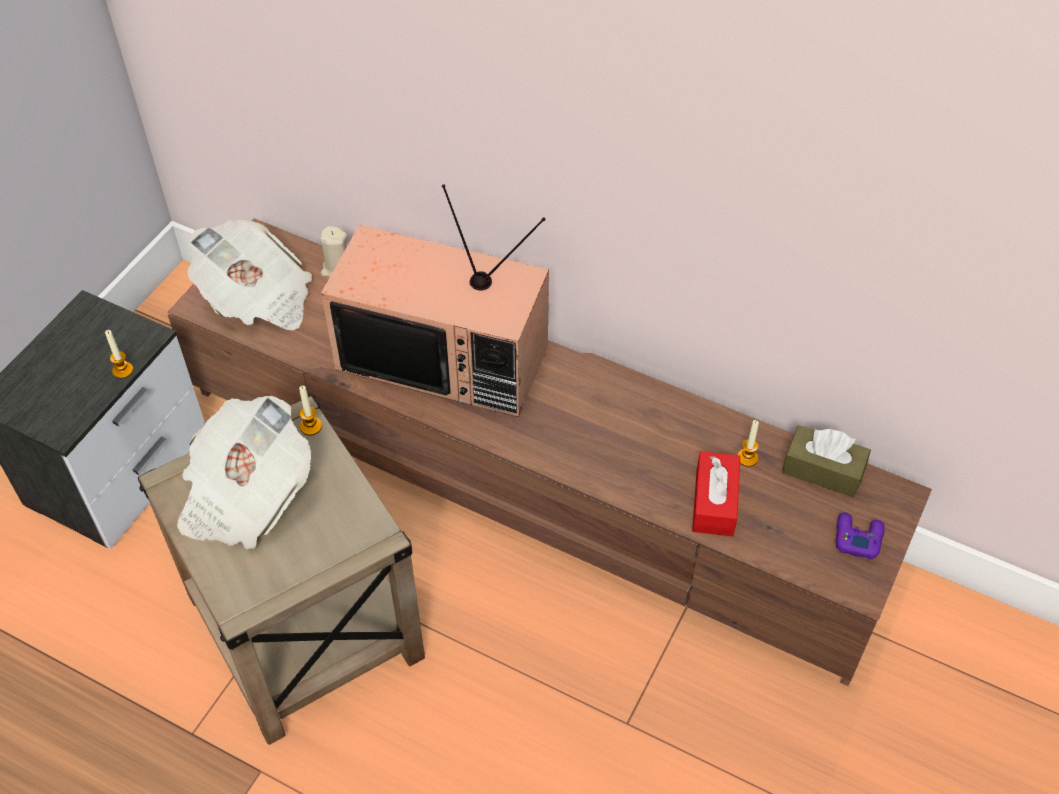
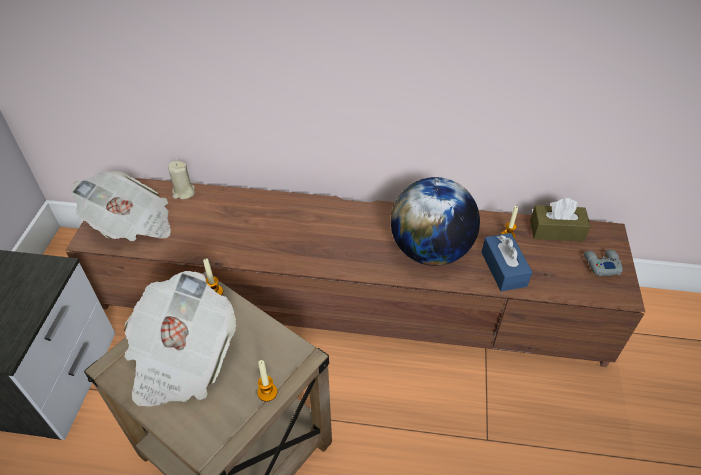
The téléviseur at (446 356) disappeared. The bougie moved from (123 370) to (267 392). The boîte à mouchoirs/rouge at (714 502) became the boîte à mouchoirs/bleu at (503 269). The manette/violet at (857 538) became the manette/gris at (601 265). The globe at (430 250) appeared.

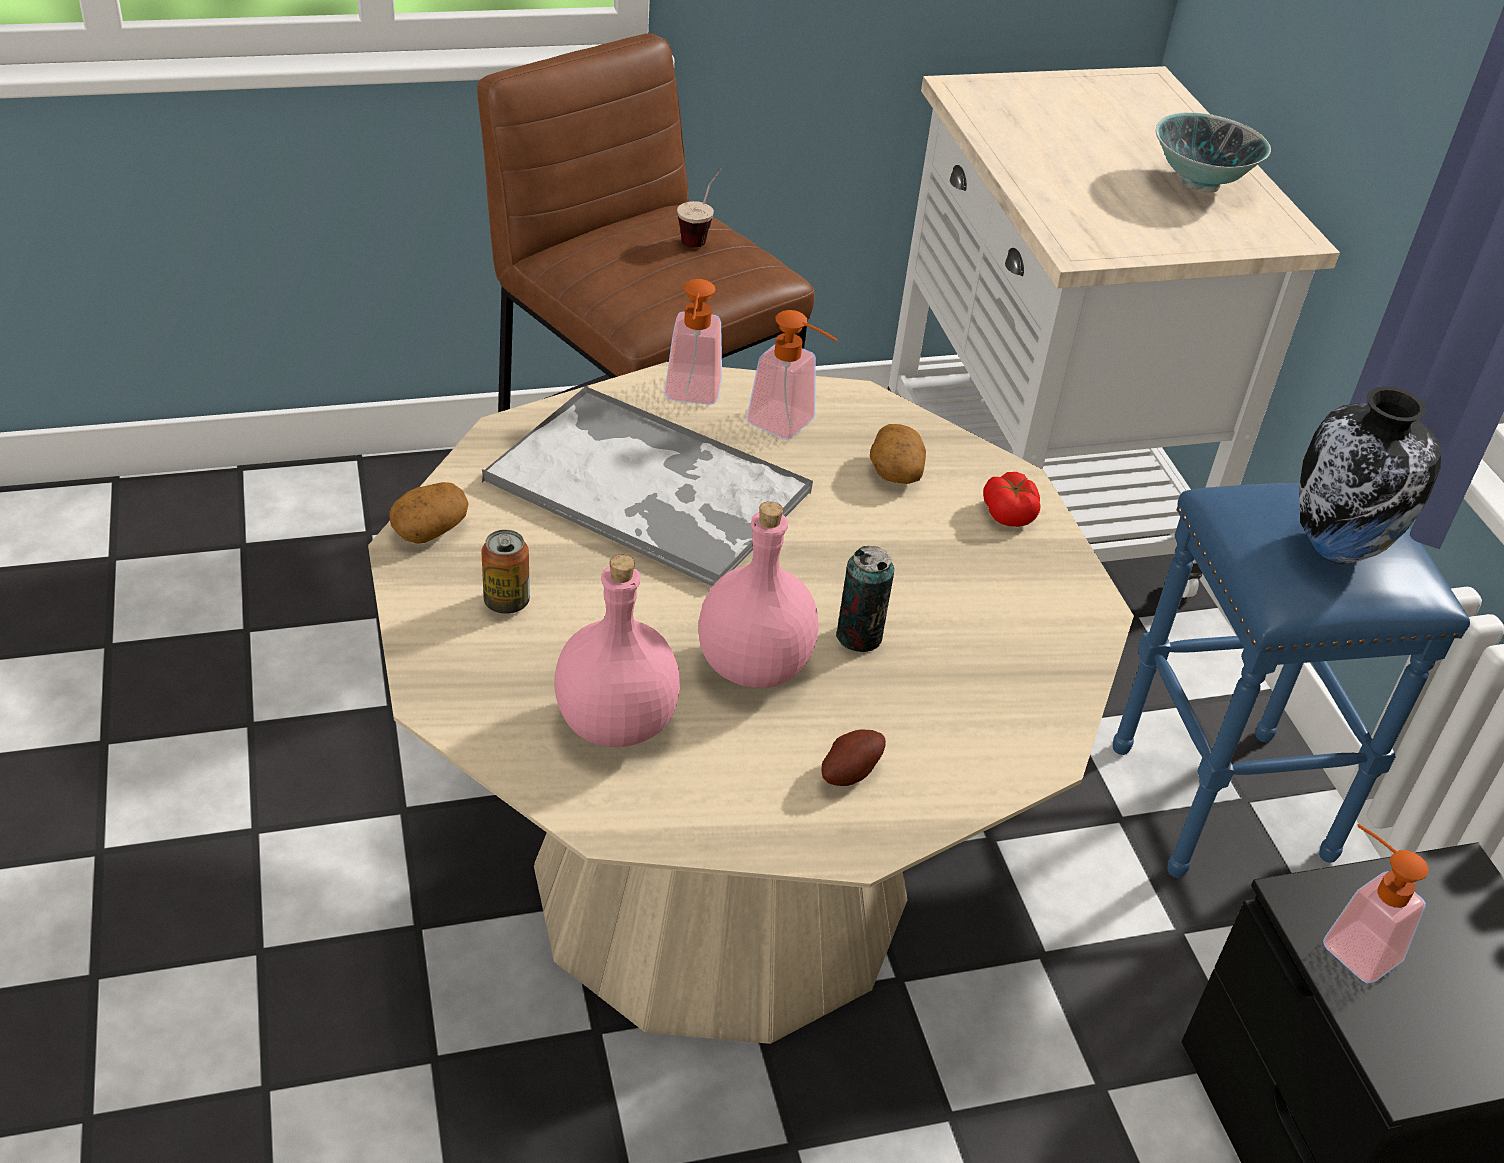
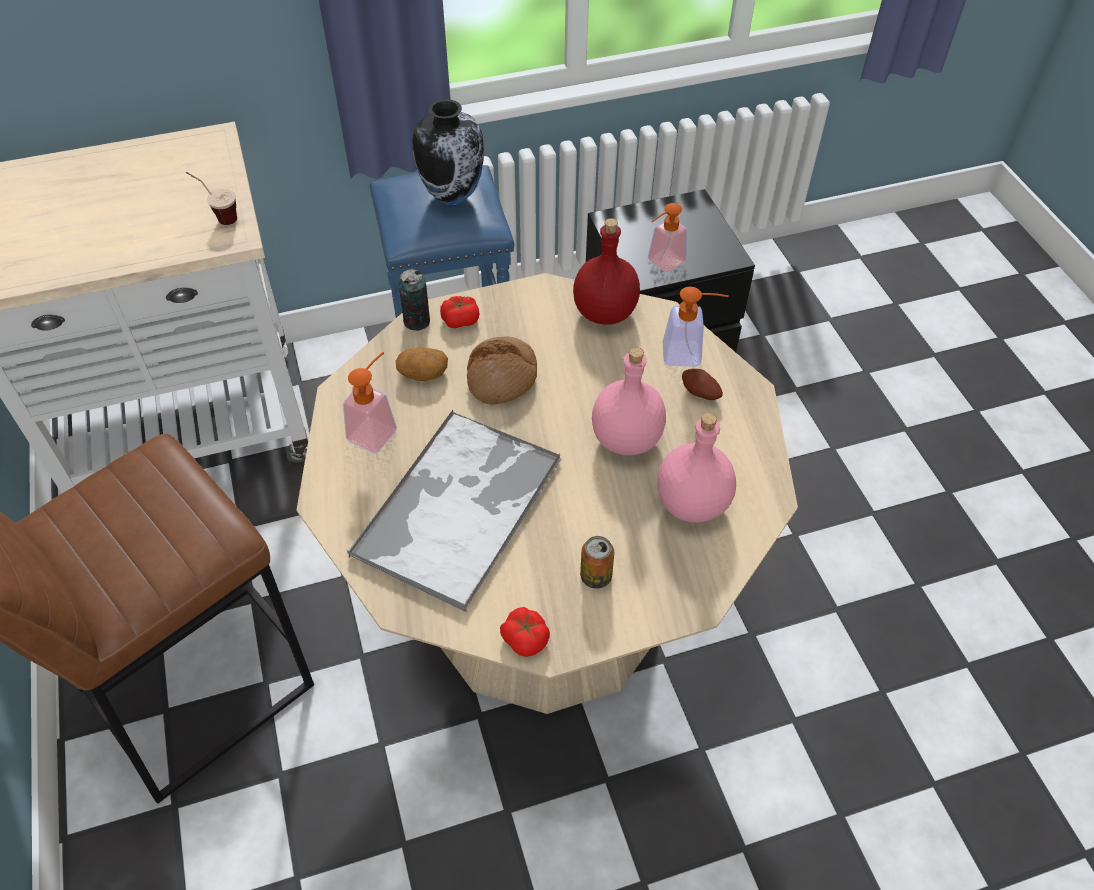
The bol at (1199 184) disappeared. The tasse moved from (701 236) to (218 216). The distributeur de savon moved from (691 396) to (689 354). The pomme de terre at (430 528) was replaced by the tomate at (525 638). The boîte métallique moved from (859 636) to (417 321). The bouteille/rouge at (605 312) appeared. The pain at (502 377) appeared.

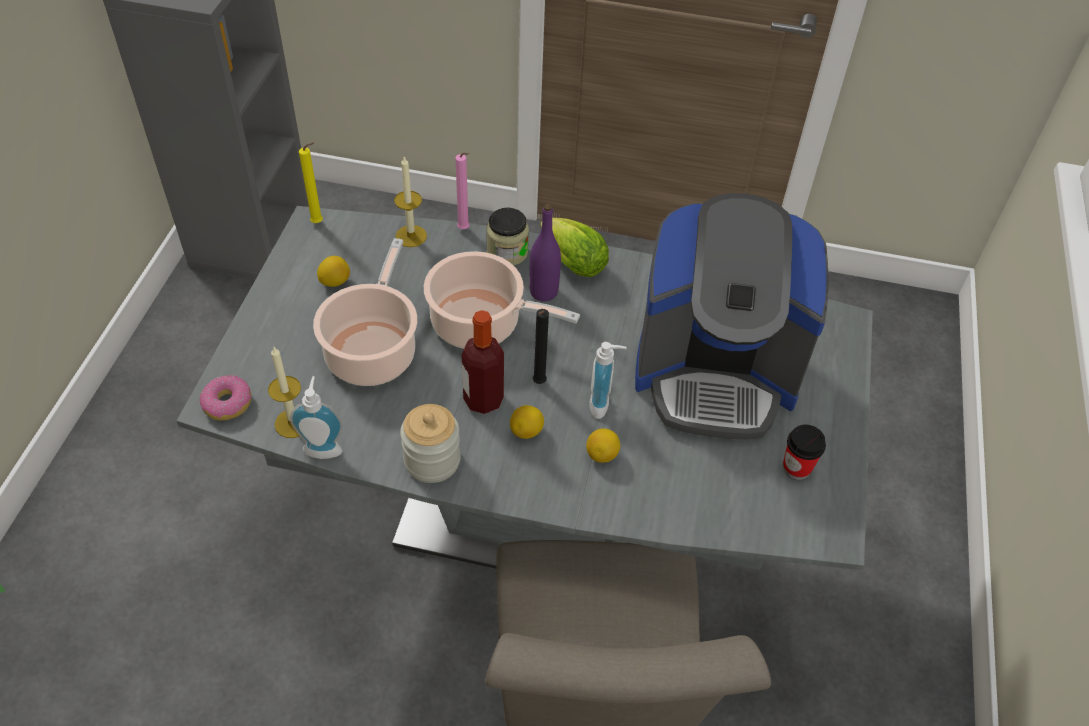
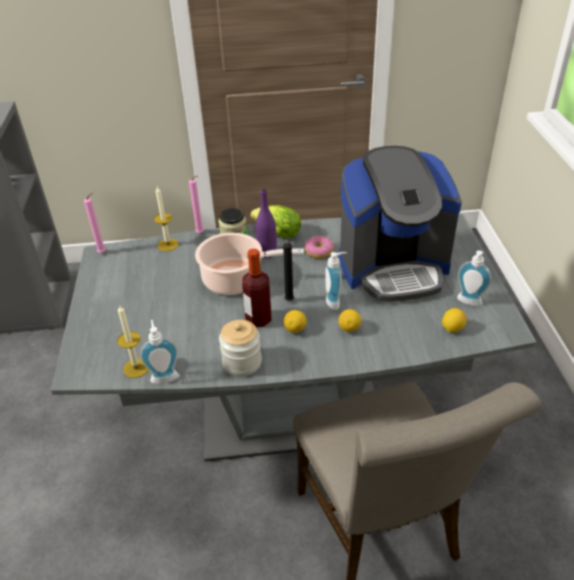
The bougie/jaune at (319 223) became the bougie/rose at (103 252). The marmite at (373 350) disappeared. The citron moved from (335 282) to (452 328). The beignet moved from (227 403) to (318 251). The tasse at (796 468) was replaced by the distributeur de savon at (468 302).

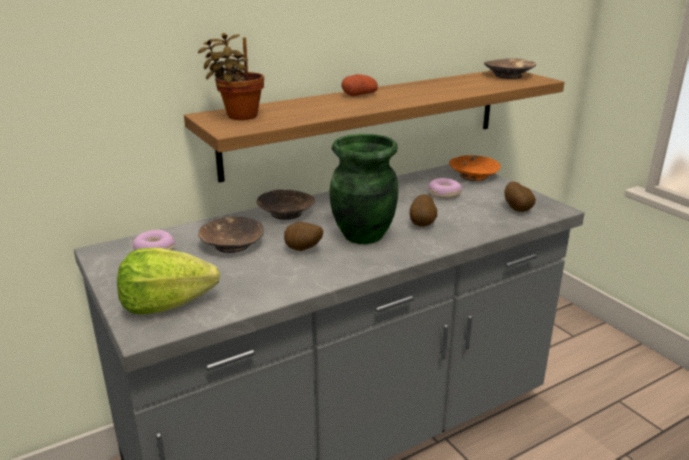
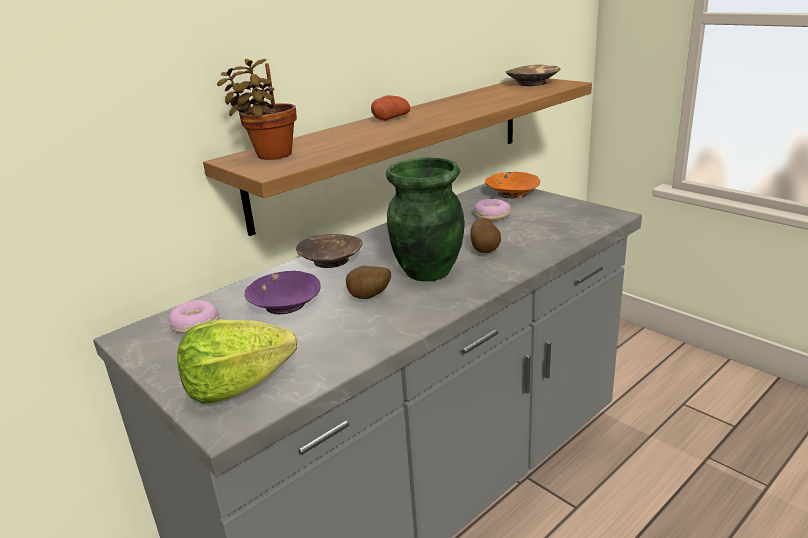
The pomme de terre at (518 209) disappeared. The bol/marron at (231 244) became the bol/violet at (284 304).

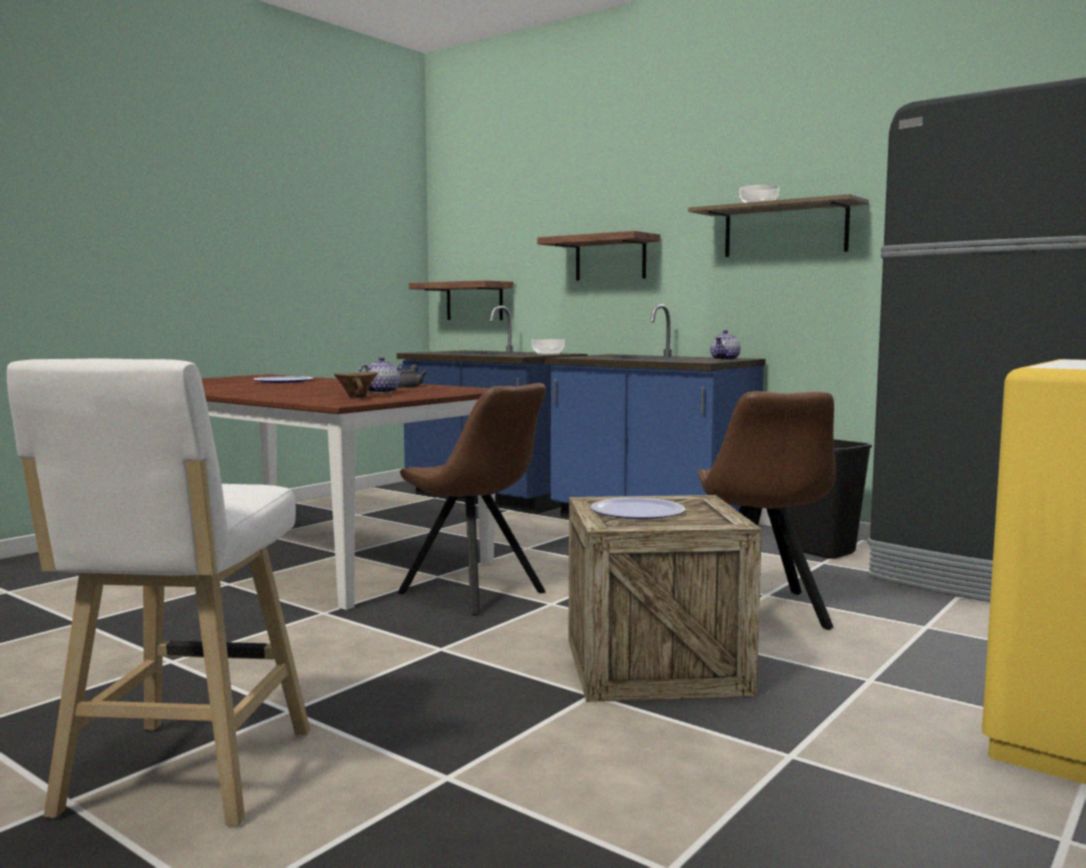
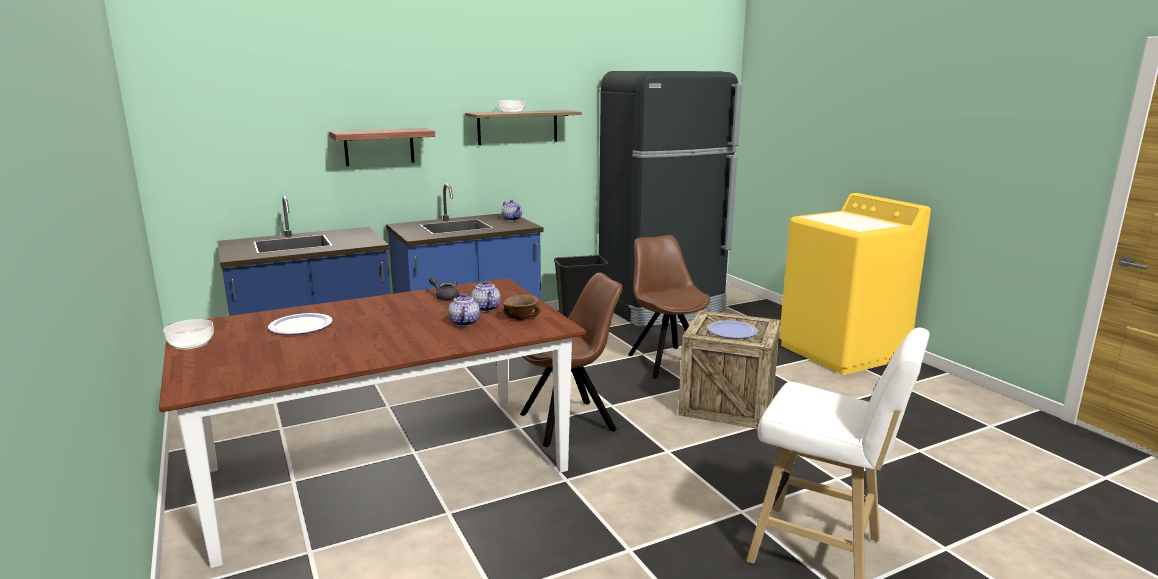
The étagère at (474 301) disappeared. The bol moved from (548 354) to (191 343). The chaise/marron at (761 611) turned 135 degrees counterclockwise. The théière at (463 323) appeared.

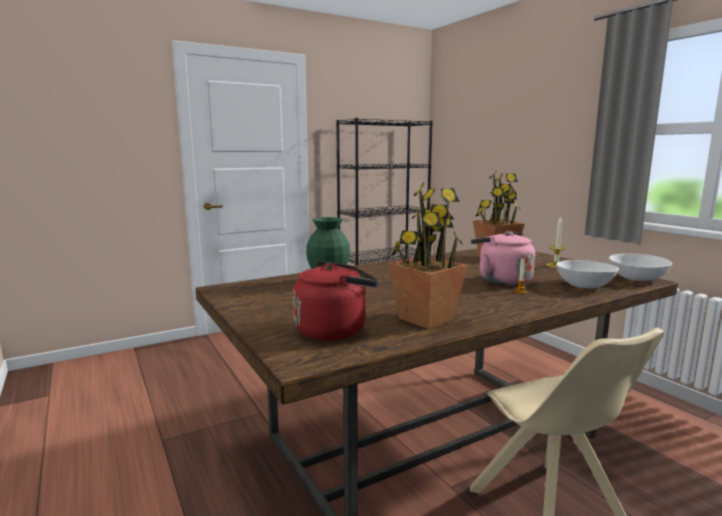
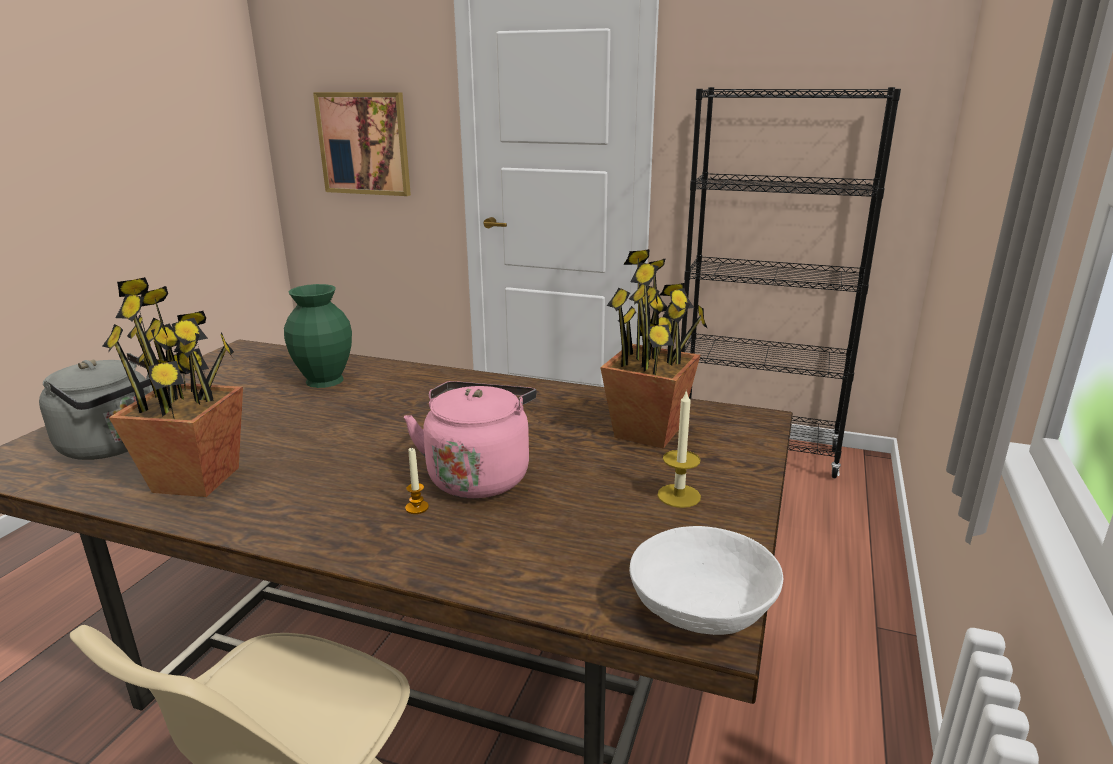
The bol/blanc at (585 285) disappeared. The bouilloire/rouge at (334 330) became the bouilloire/gris at (115 445). The tableau at (364 144) appeared.

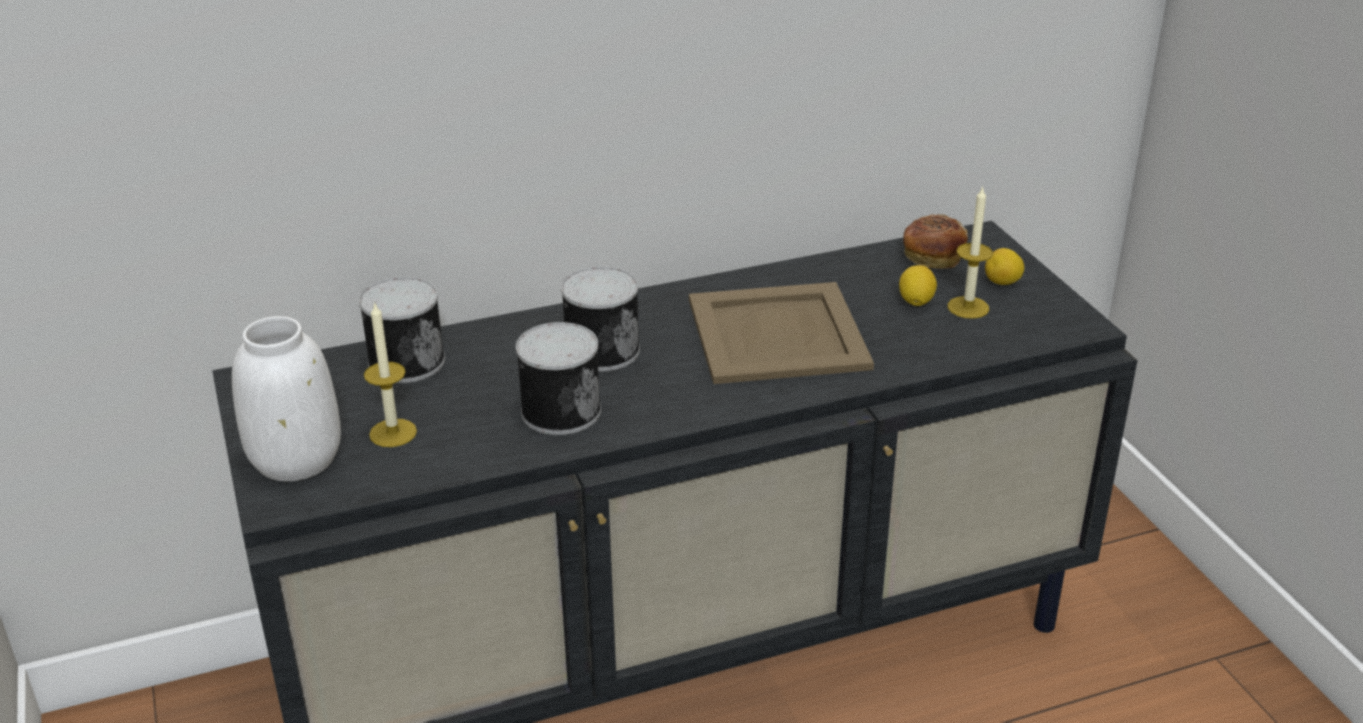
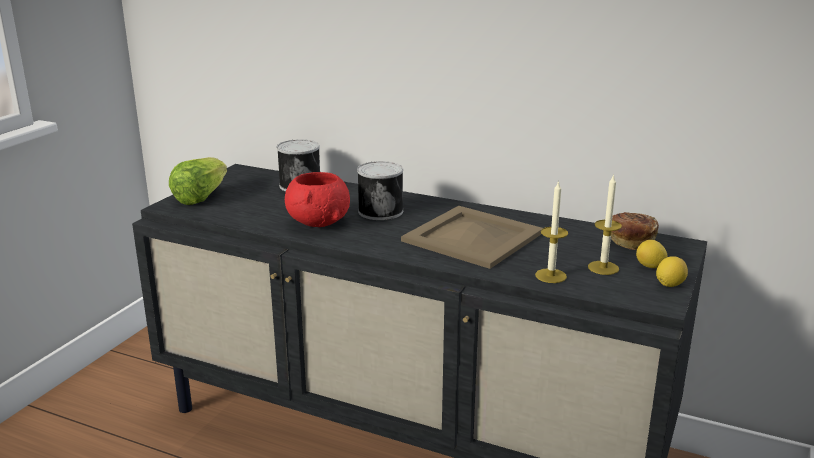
The citron moved from (916 301) to (669 284). The bougie moved from (393 433) to (550 276). The vase/blanc at (295 460) was replaced by the laitue at (200 197). The boîte métallique at (559 410) was replaced by the bol/rouge at (318 222).

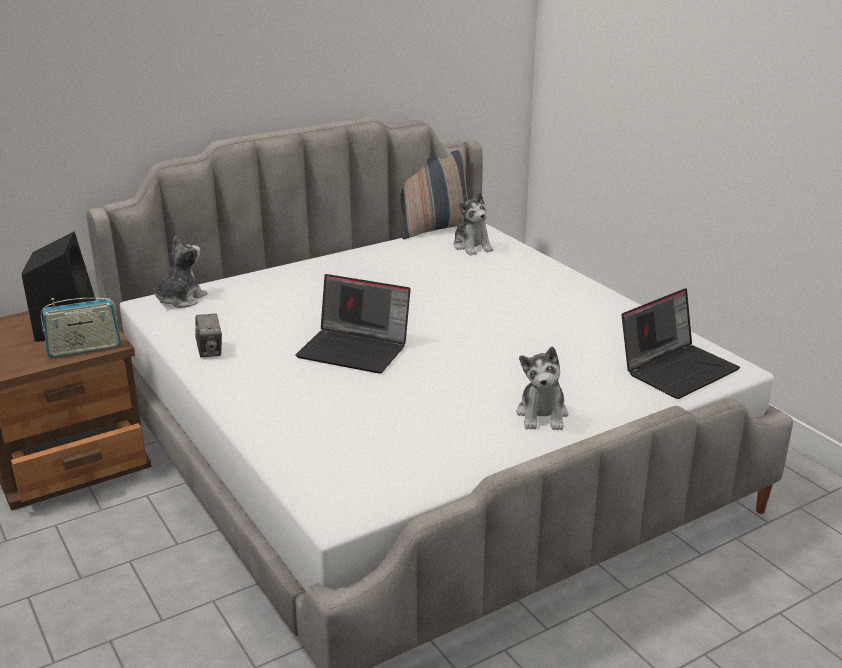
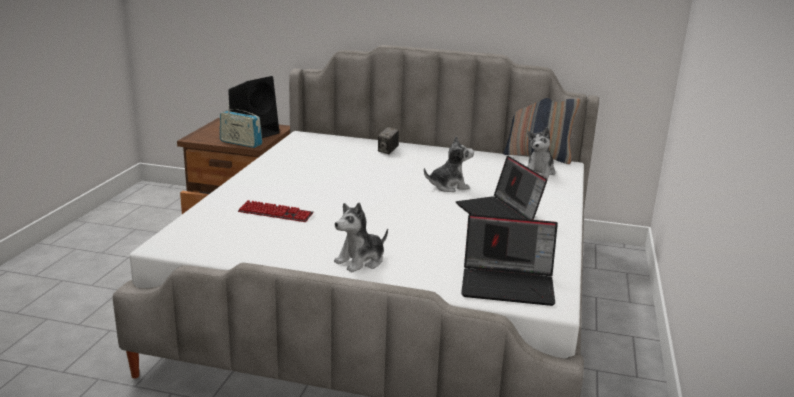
The peluche moved from (181 300) to (448 186). The ordinateur portable moved from (356 349) to (499 214). The appareil photo moved from (210 351) to (388 151). The clavier at (275 213) appeared.

